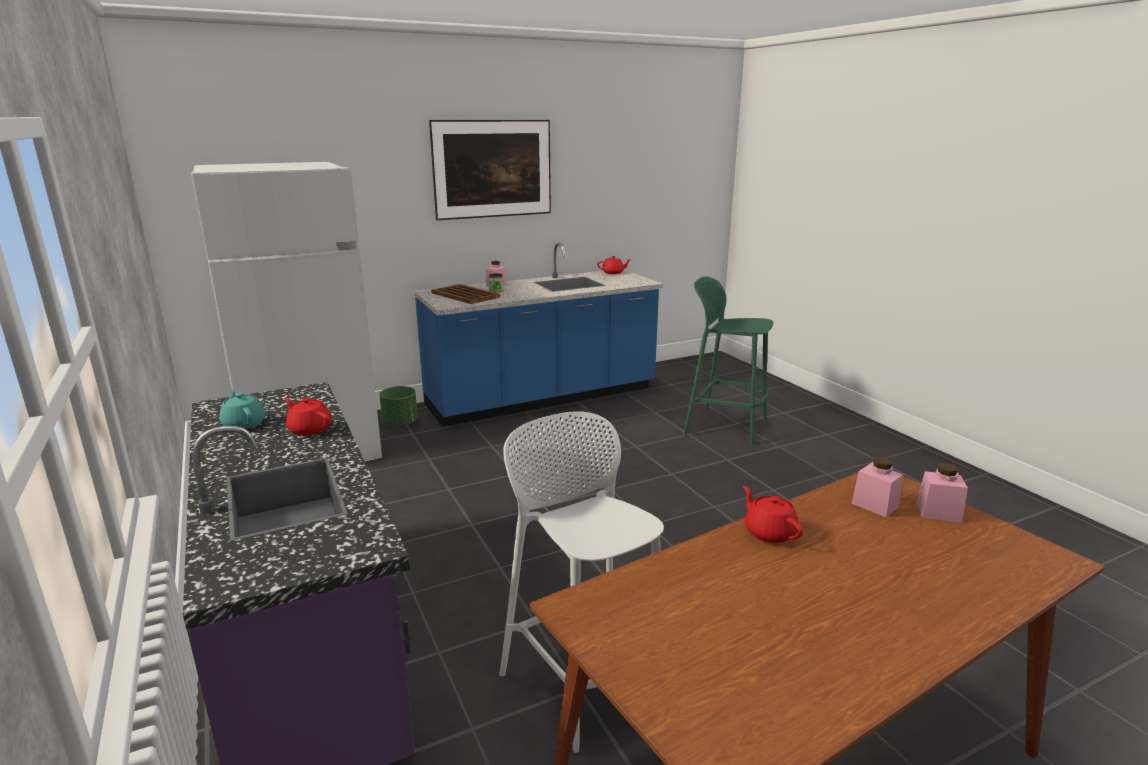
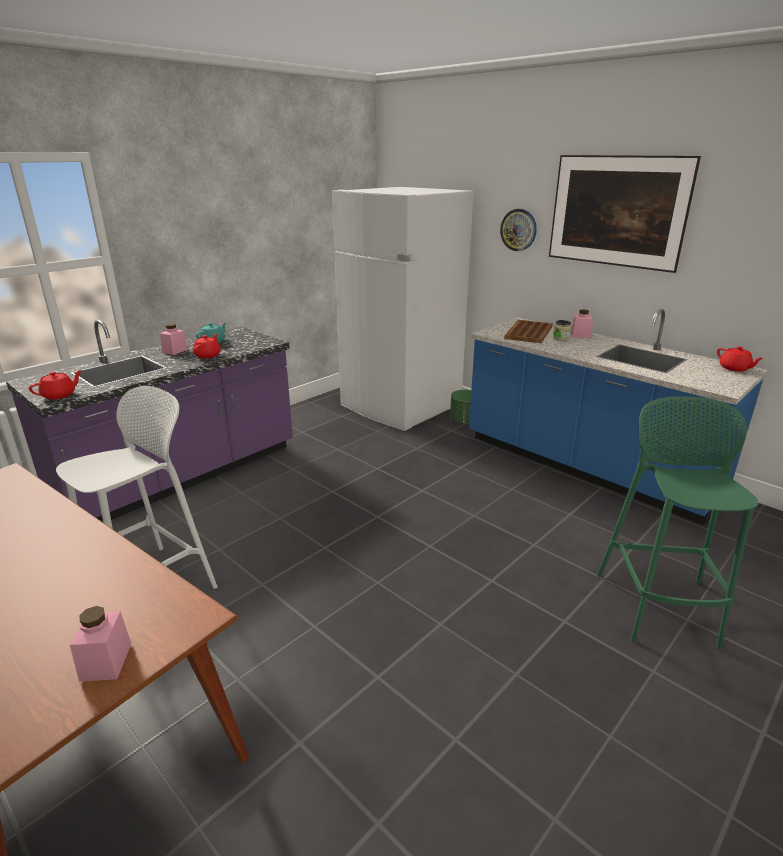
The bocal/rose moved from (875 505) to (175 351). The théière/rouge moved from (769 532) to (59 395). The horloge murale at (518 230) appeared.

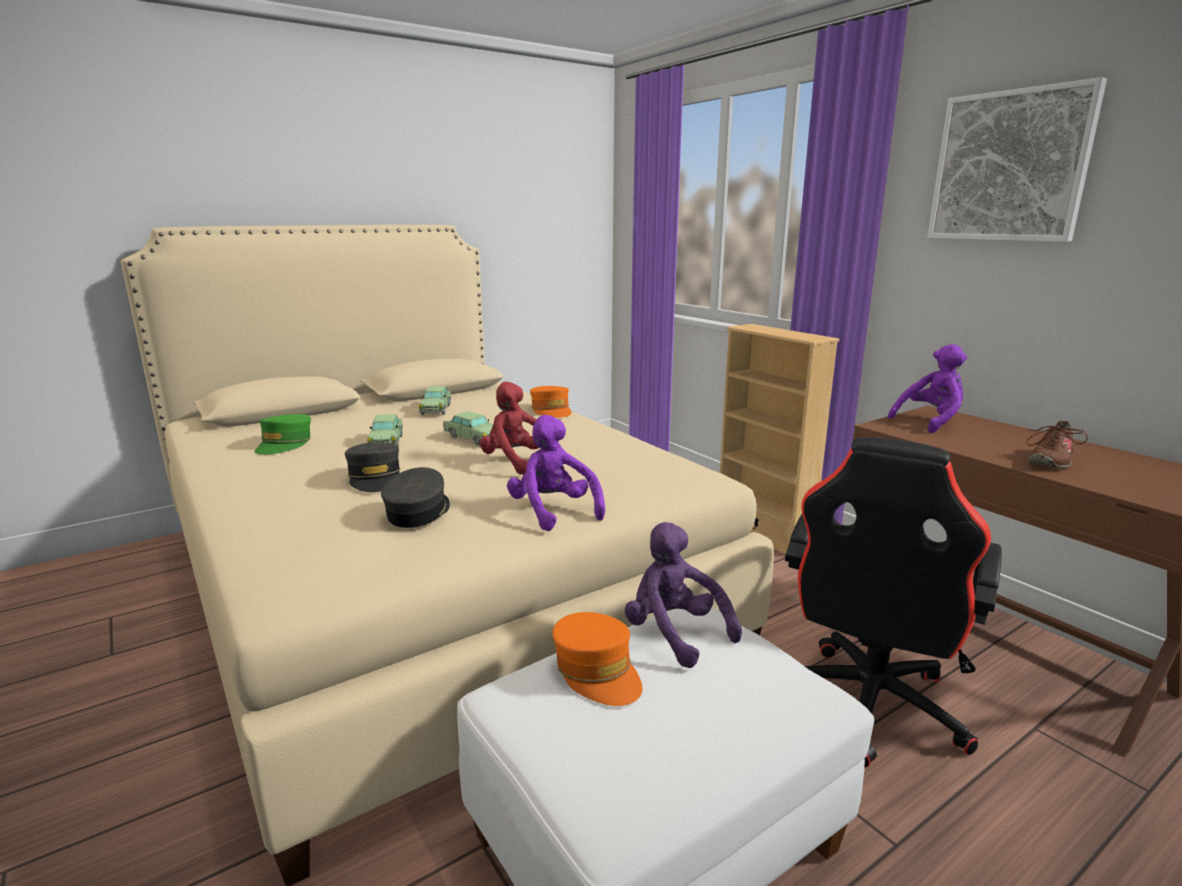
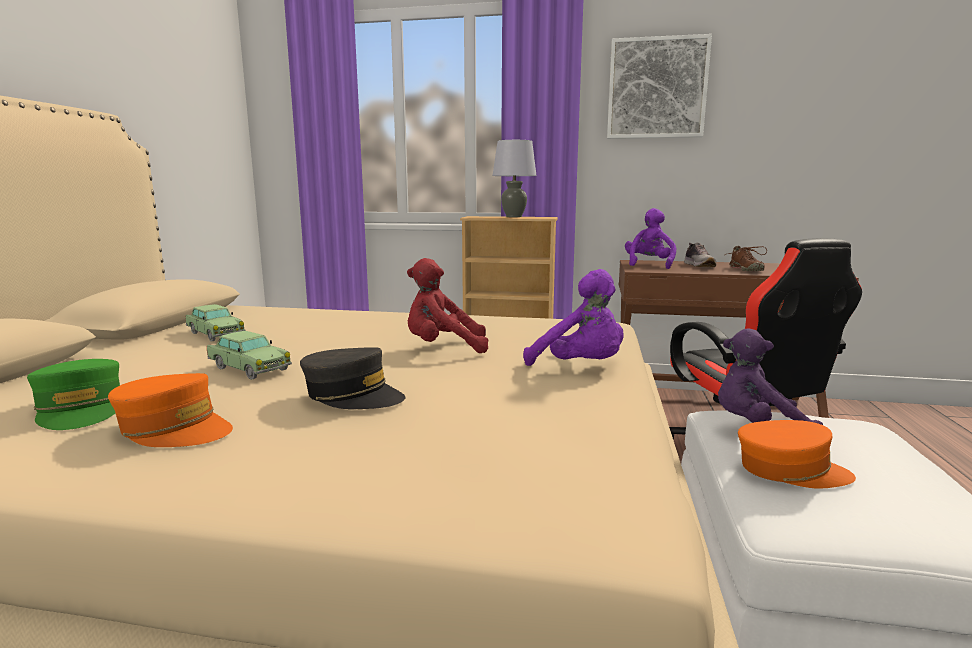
The casquette/orange moved from (551 410) to (174 428). The petite voiture at (473 438) disappeared. The peluche/violet at (553 511) turned 150 degrees counterclockwise. The casquette/gris at (418 512) disappeared. The lampe de table/gris at (513 216) appeared. The chaussure at (699 266) appeared.

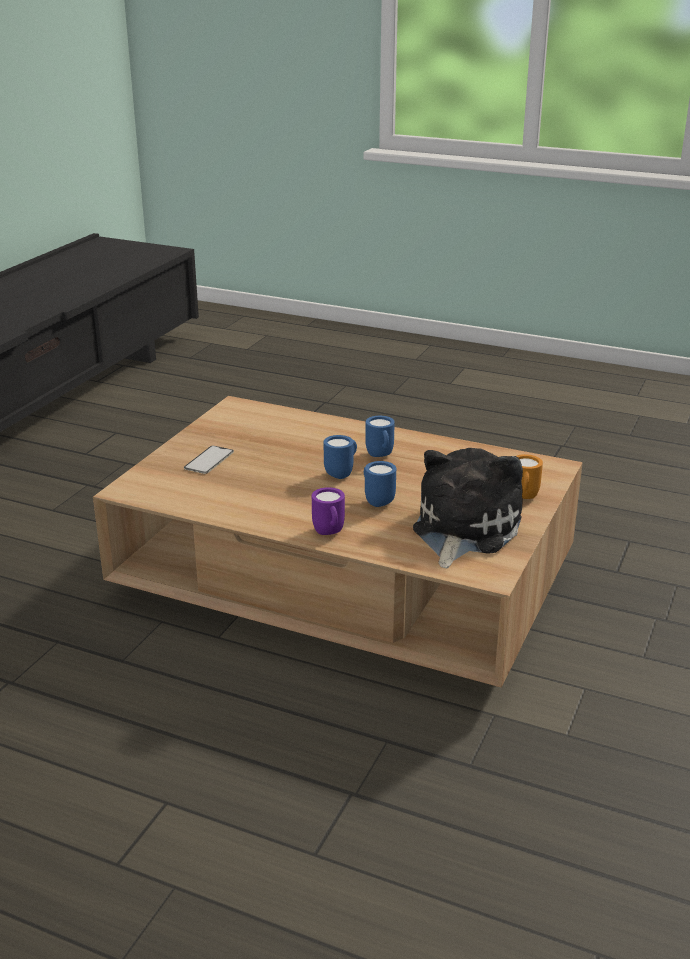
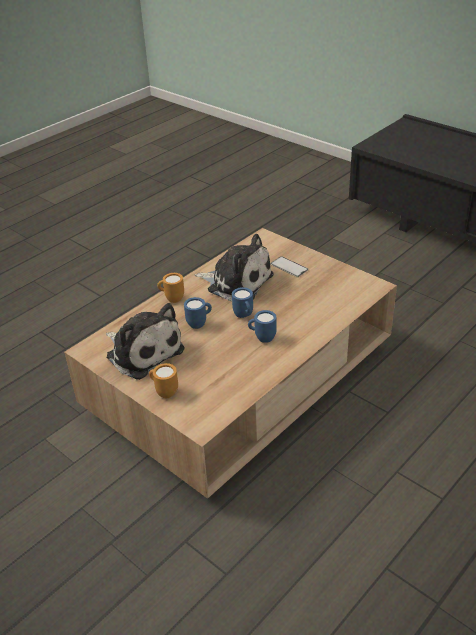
The mug/violet at (329 533) became the mug/orange at (172 299). The peluche at (237 282) appeared.

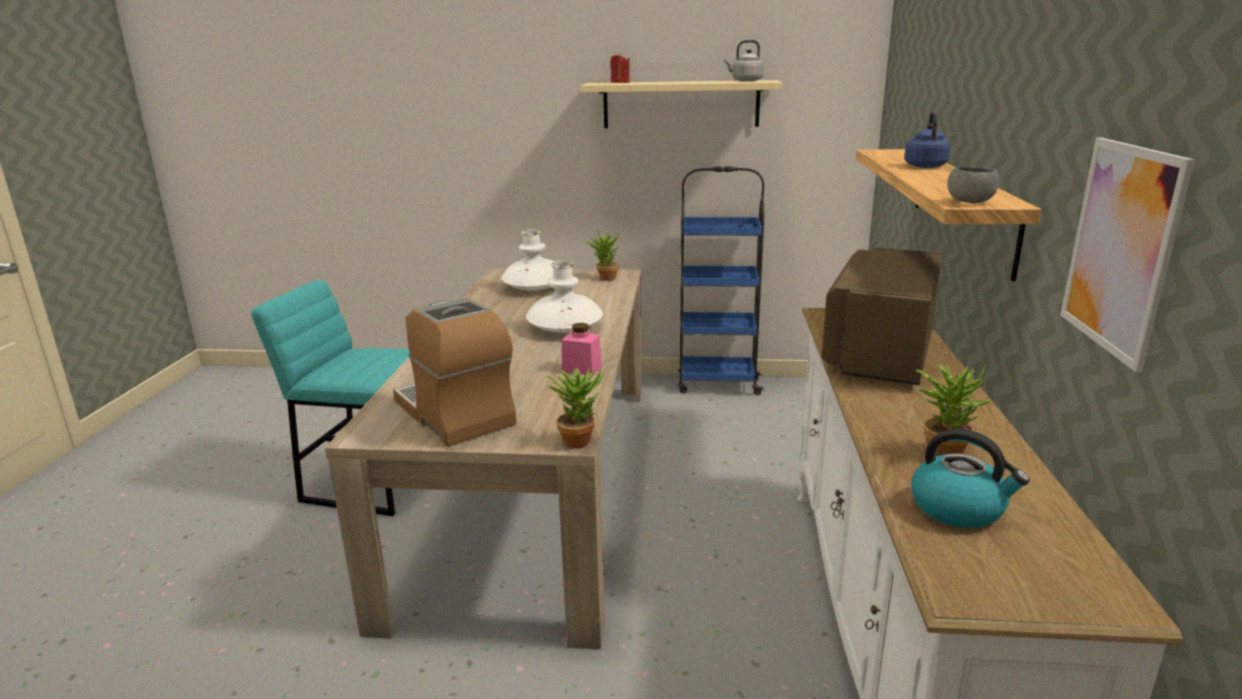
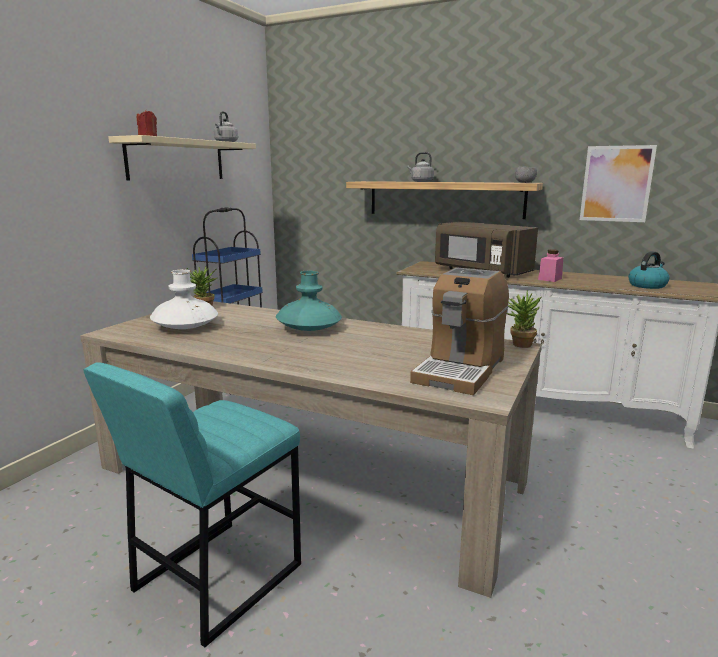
The bouilloire/bleu at (925 165) became the bouilloire/gris at (420 181). The vase/blanc at (565 328) became the vase/turquoise at (309 328). The machine à café at (455 414) turned 45 degrees counterclockwise. The bocal/rose moved from (581 369) to (550 279). The plante en pot at (943 450) disappeared.

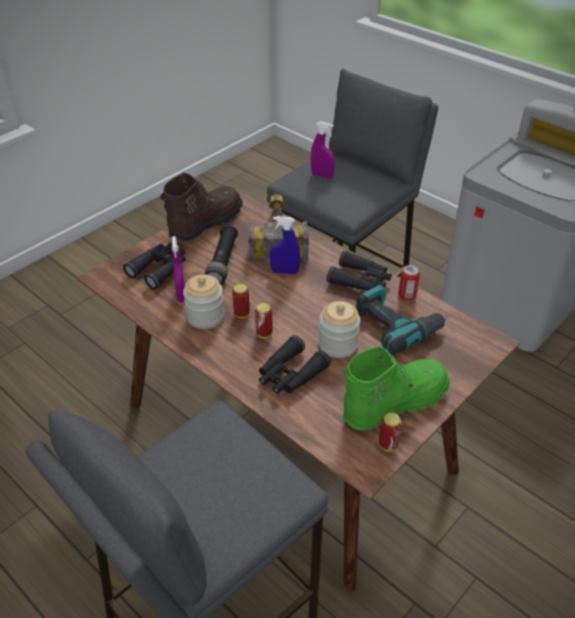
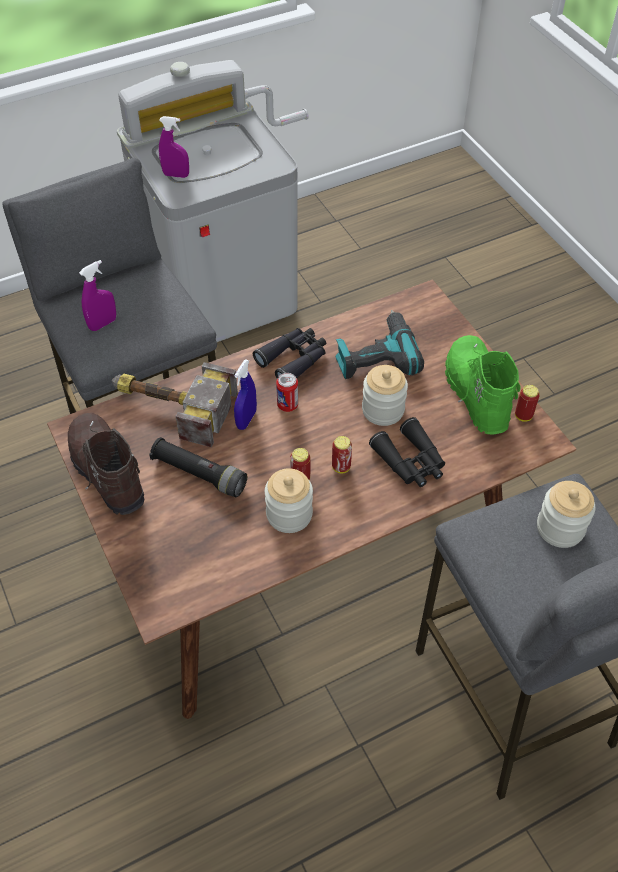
The vaporisateur/violet moved from (181 295) to (176 175). The jumelles/noir at (160 269) disappeared. The boîte métallique moved from (407 296) to (287 405). The bocal at (560 528) appeared.

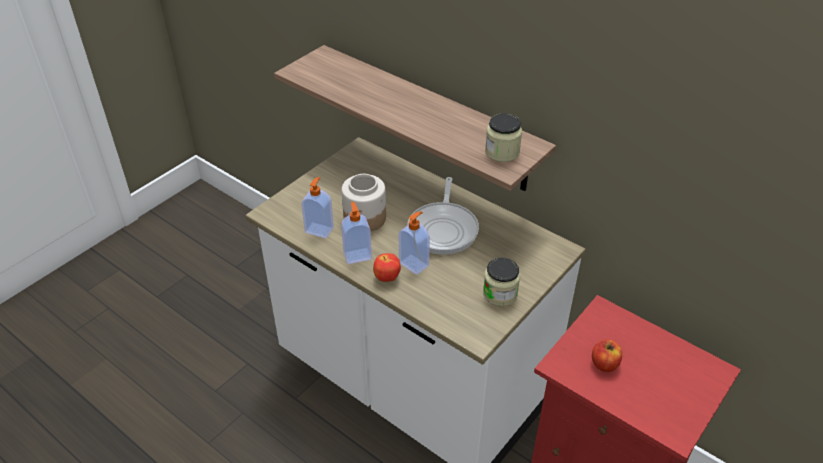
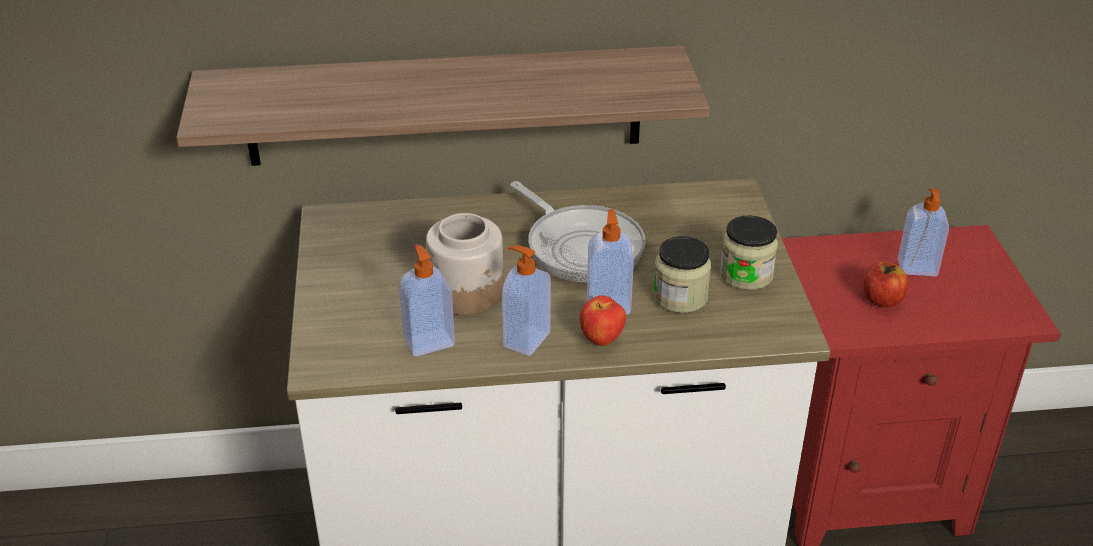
The bocal moved from (502 152) to (680 297). The distributeur de savon at (917 269) appeared.

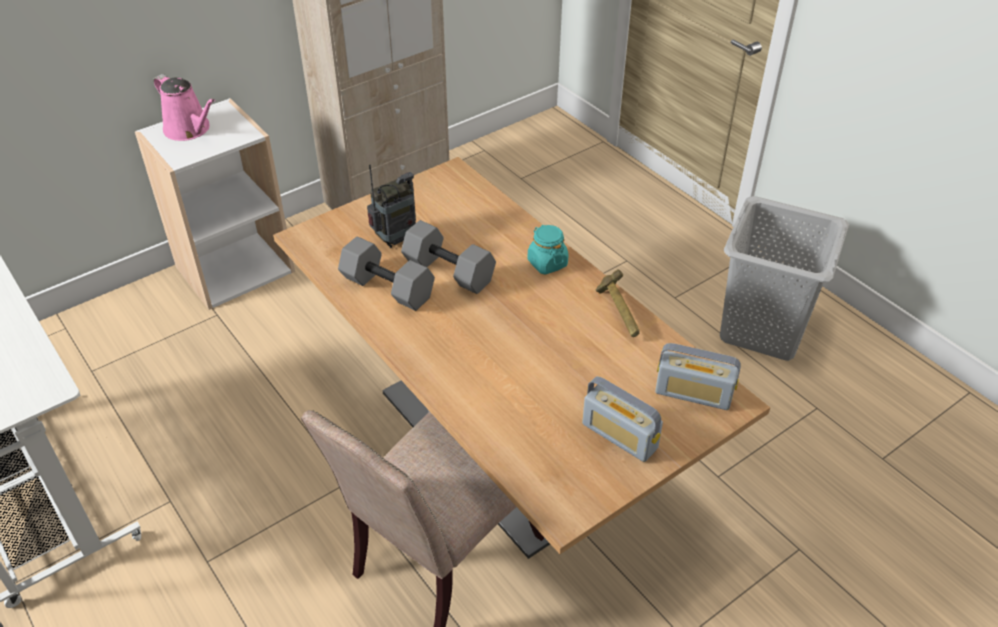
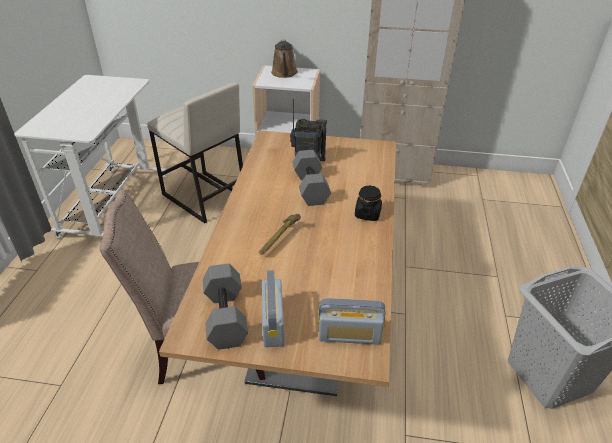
The arrosoir/rose at (190 129) became the arrosoir/marron at (284 73). The bocal/turquoise at (547 263) became the bocal/noir at (367 214). The haltère/gris moved from (389 287) to (227 317). The marteau moved from (619 314) to (278 241). The radio at (693 394) turned 60 degrees counterclockwise. The tabouret/beige at (204 196) appeared.

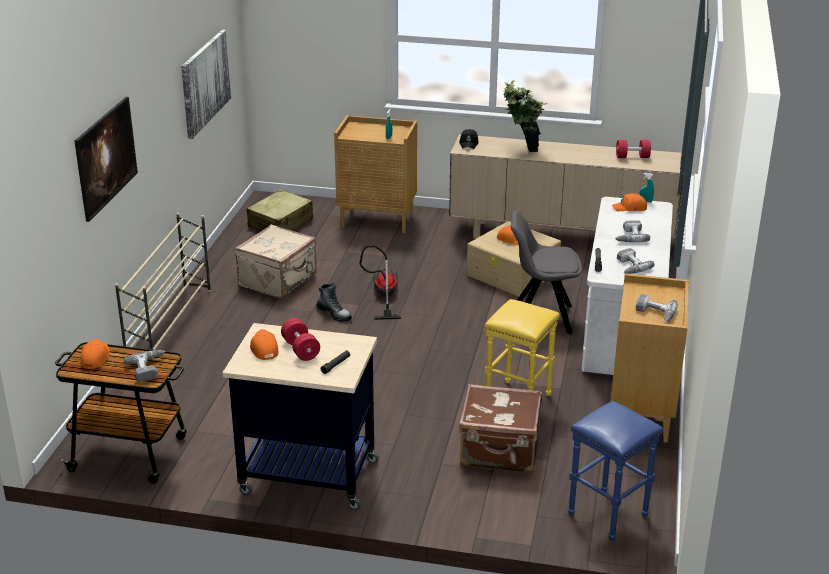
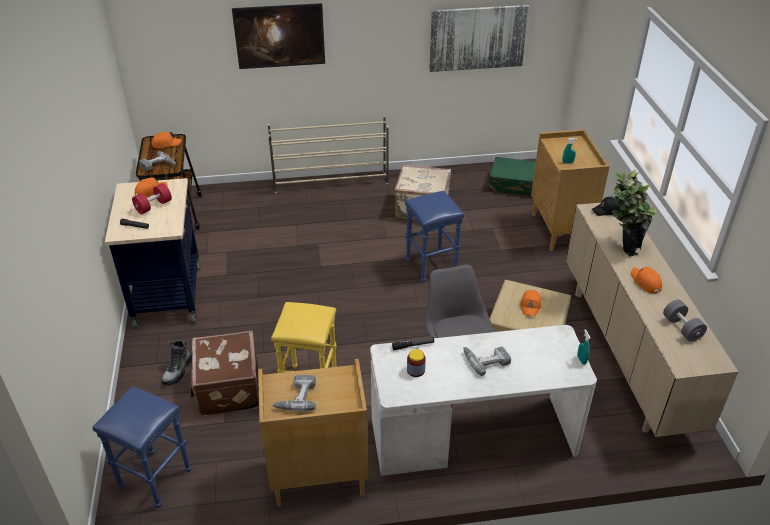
The haltère/rouge at (632 157) became the haltère/gris at (682 328). The valise/beige at (281 223) became the valise/vert at (513 184). The casquette/orange moved from (630 208) to (645 282). The aspirateur at (383 296) was replaced by the tabouret/bleu at (432 266). The perceuse at (629 266) was replaced by the bocal at (415 370). The botte moved from (334 314) to (178 371).

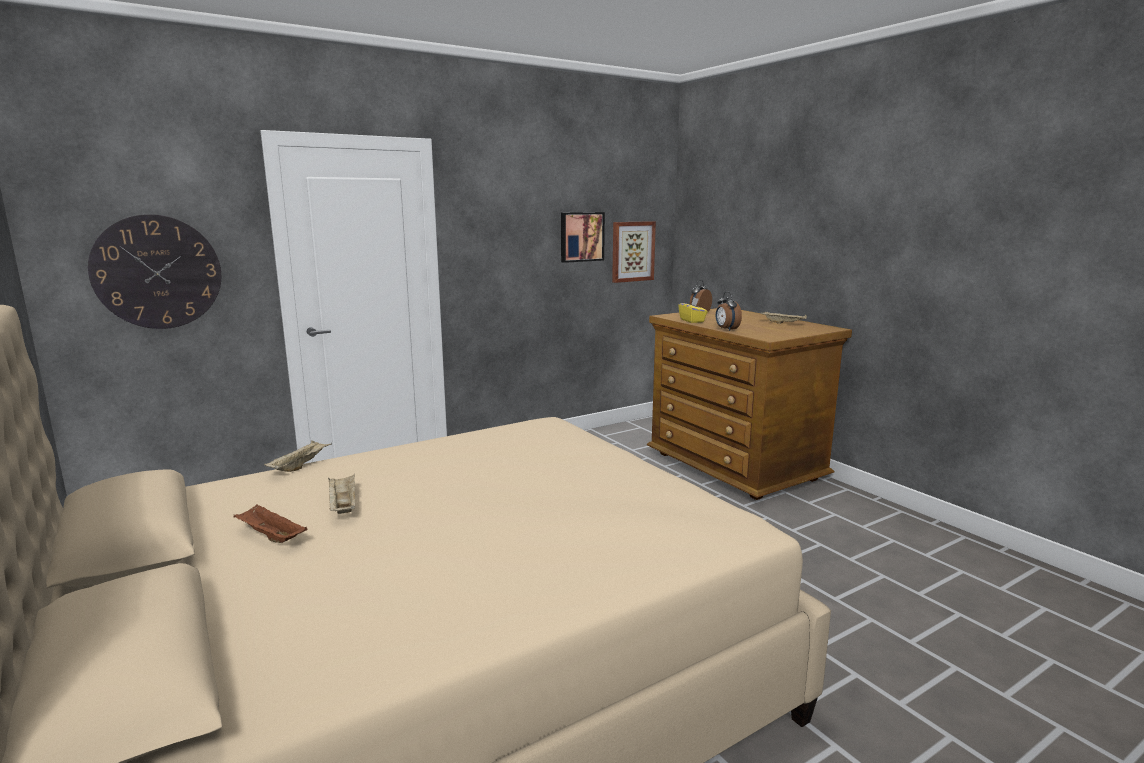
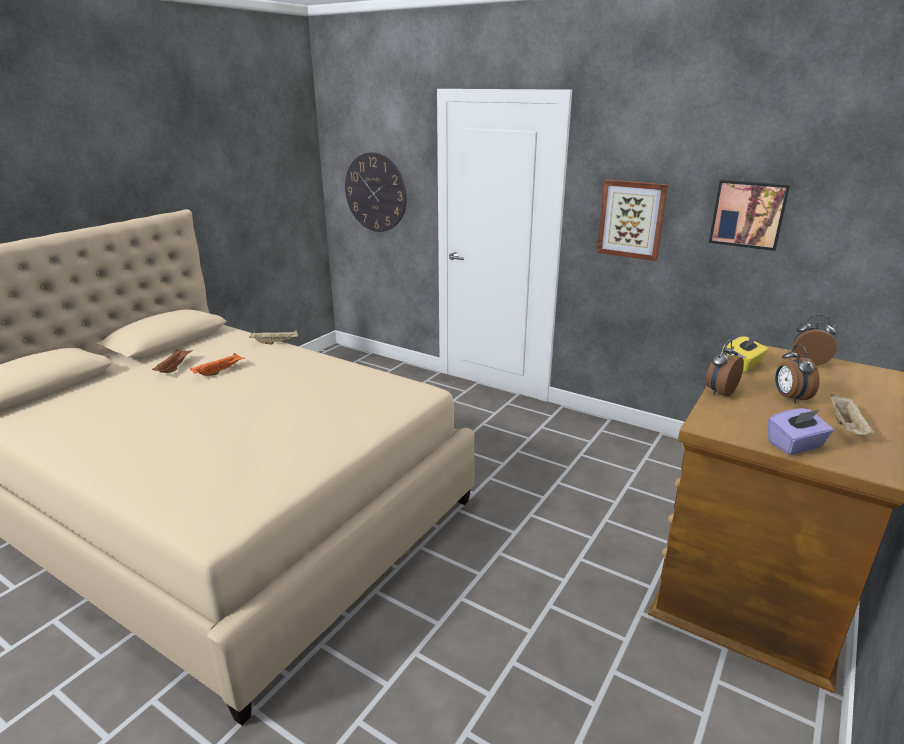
The tableau moved from (632 251) to (631 219). The plateau/beige at (343 505) became the plateau/orange at (219 371). The réveil at (789 398) appeared. The boîte à mouchoirs/violet at (795 445) appeared.

